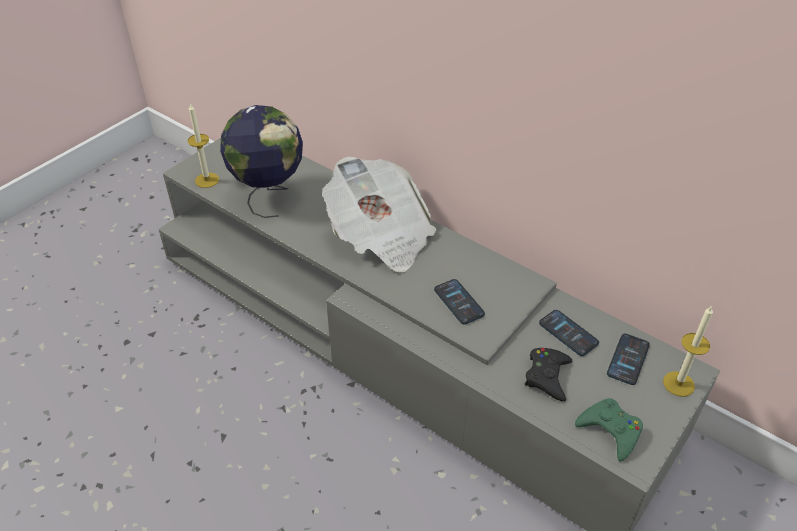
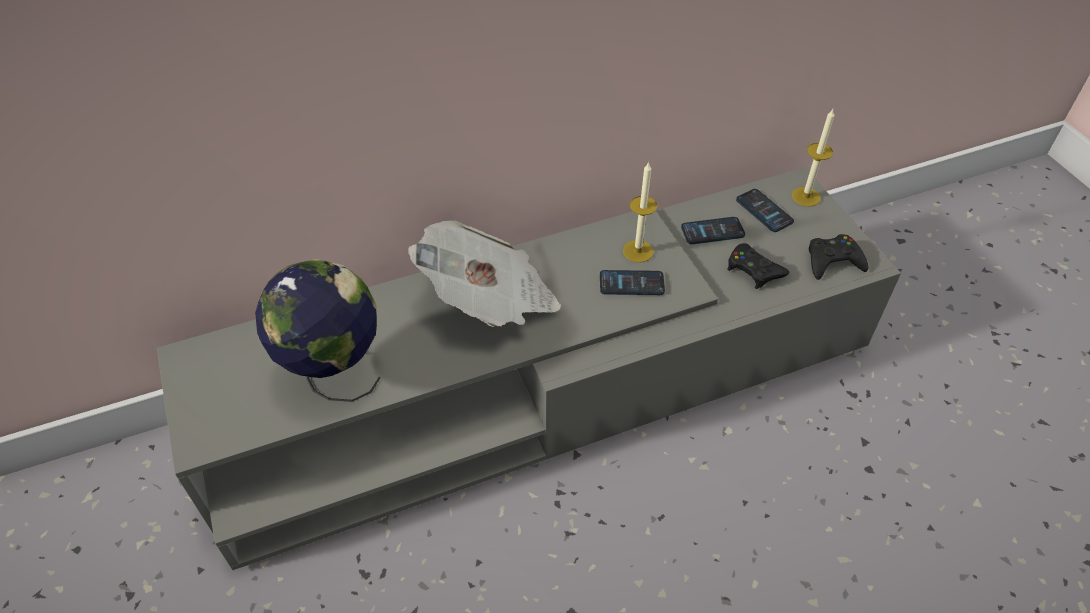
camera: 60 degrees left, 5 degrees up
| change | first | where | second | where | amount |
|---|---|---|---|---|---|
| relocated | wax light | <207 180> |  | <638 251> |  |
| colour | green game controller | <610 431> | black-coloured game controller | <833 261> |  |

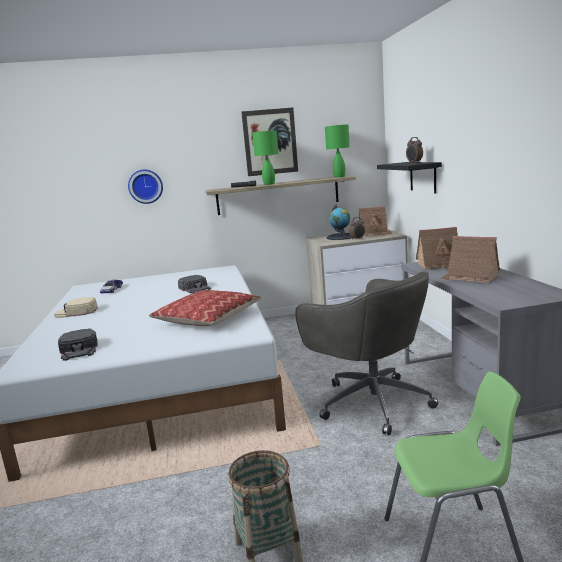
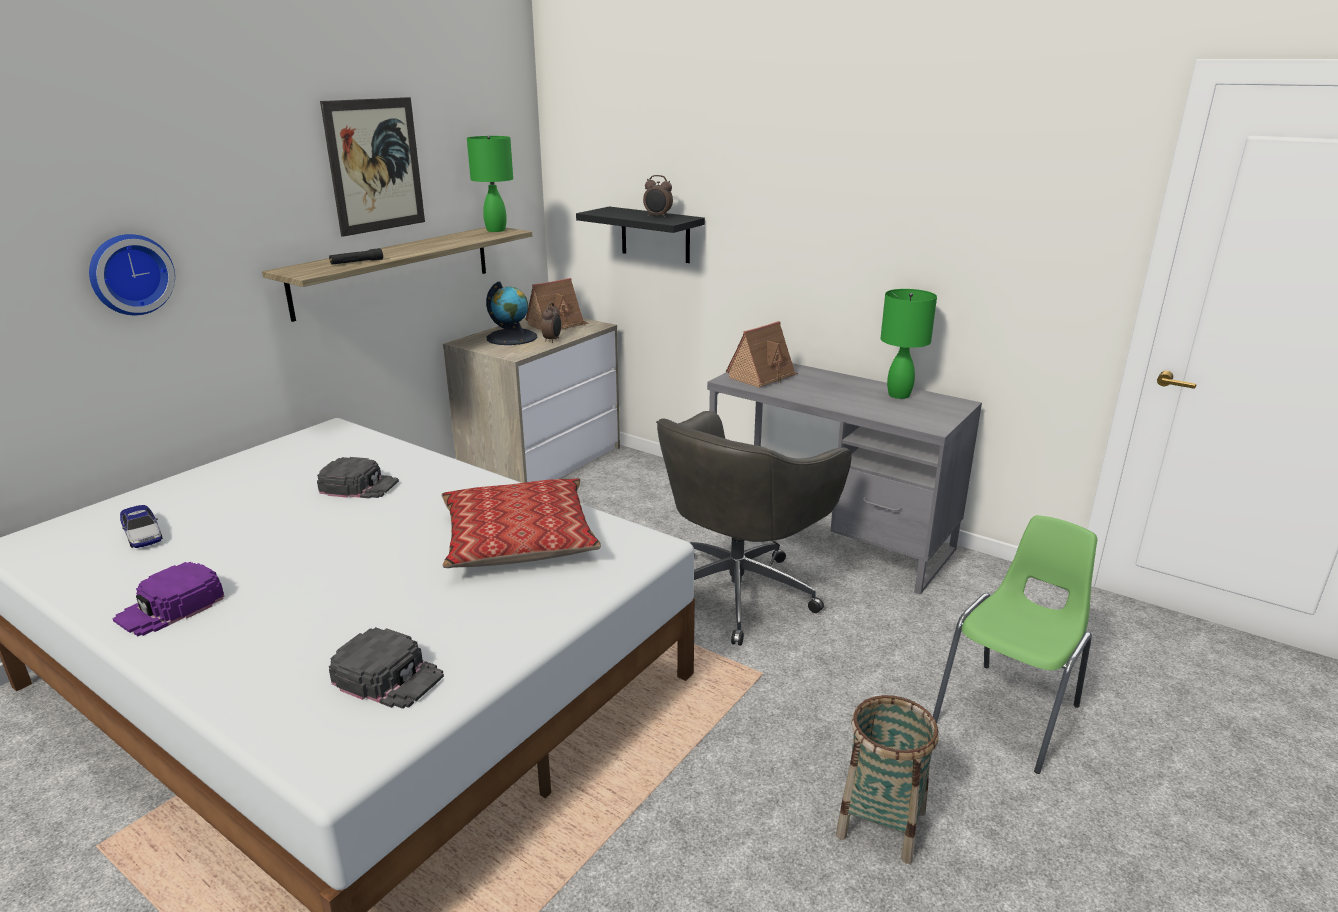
camera: 45 degrees left, 10 degrees up
| change | first | where | second | where | amount |
|---|---|---|---|---|---|
| colour | sand-coloured baseball cap | <76 312> | purple baseball cap | <171 607> |  |
| relocated | green tabletop lamp | <269 184> |  | <899 395> |  |
| spun | gray desk chair | <371 401> |  | <739 591> | 120 degrees clockwise |
| missing | toy house | <470 277> |  |  |  |

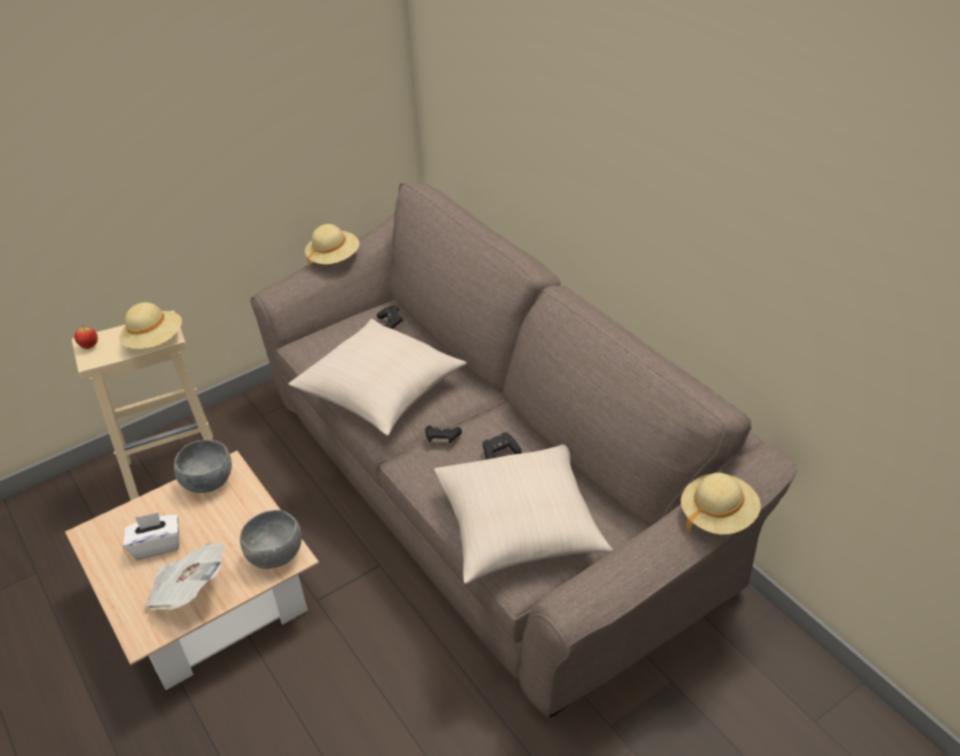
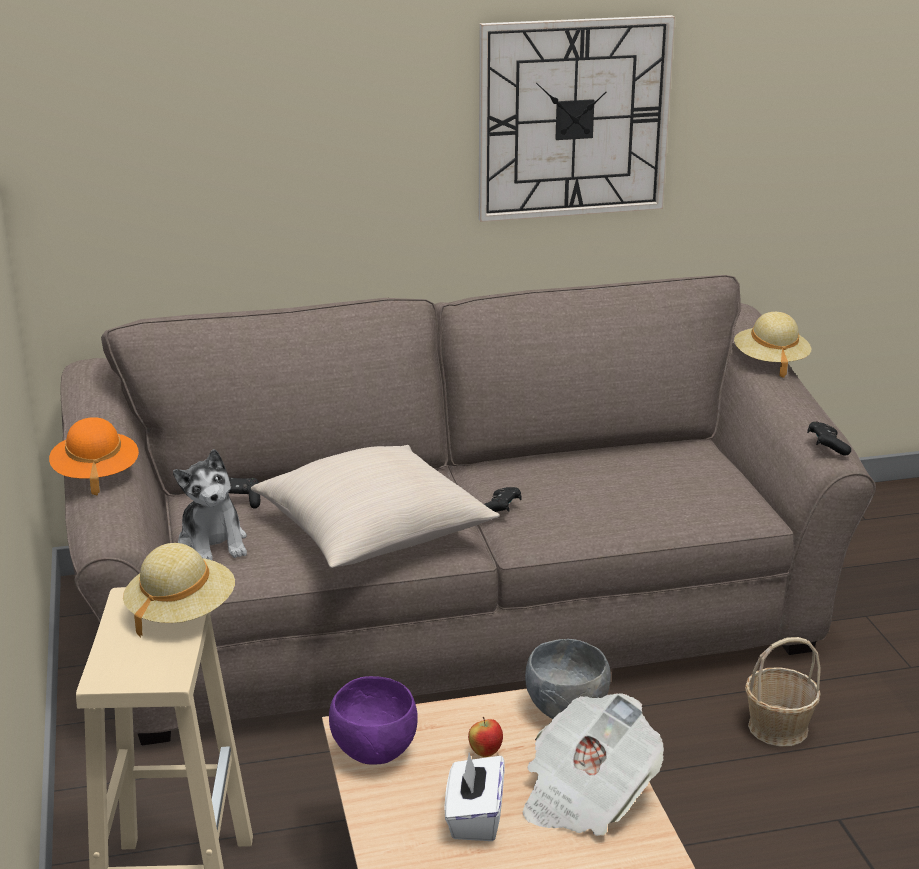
camera: 70 degrees left, 15 degrees down
| change | first | where | second | where | amount |
|---|---|---|---|---|---|
| relocated | whole apple | <89 346> |  | <485 752> |  |
| colour | gray serving bowl | <208 483> | purple serving bowl | <373 752> |  |
| colour | sand-coloured hat | <334 258> | orangey hat | <96 475> |  |
| missing | sand-coloured pillow | <520 526> |  |  |  |
| relocated | black-coloured game controller | <500 453> |  | <827 447> |  |
| appeared |  |  | soft toy | <213 543> |  |
| appeared |  |  | wall clock | <573 118> |  |
| appeared |  |  | storage basket | <777 727> |  |

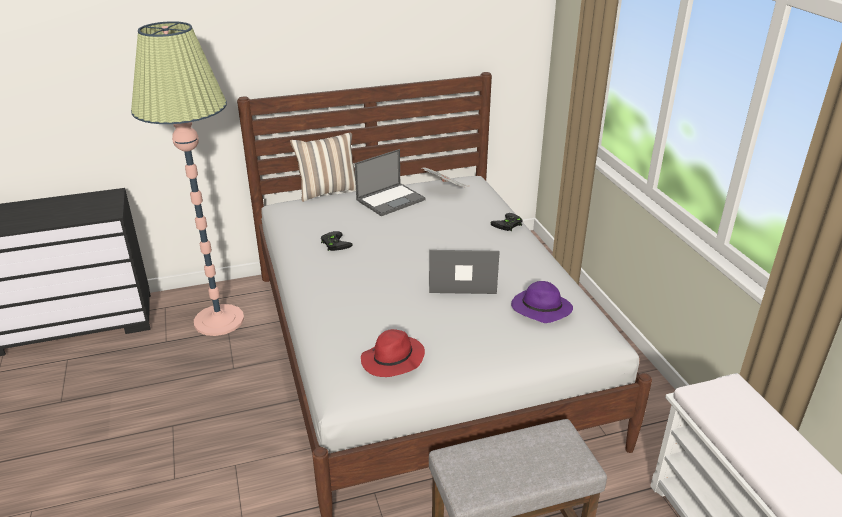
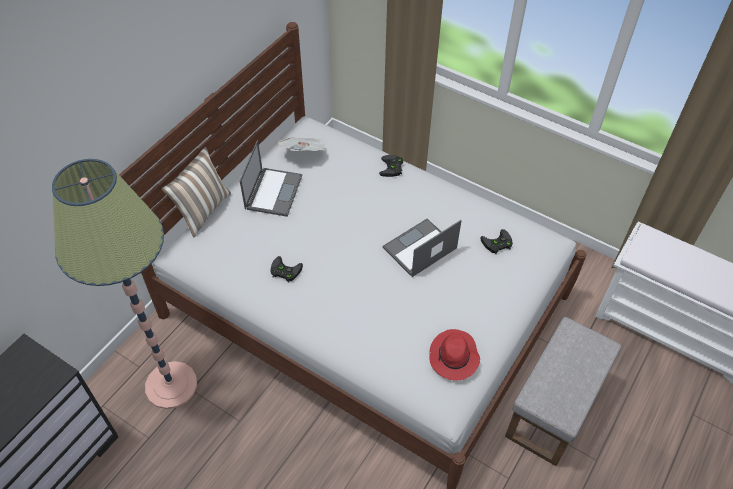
camera: 40 degrees left, 20 degrees up
| change | first | where | second | where | amount |
|---|---|---|---|---|---|
| exchanged | purple hat | <540 309> | black-coloured game controller | <496 244> |  |

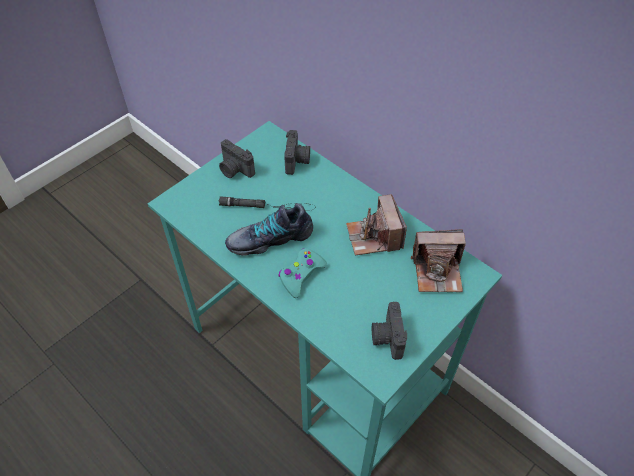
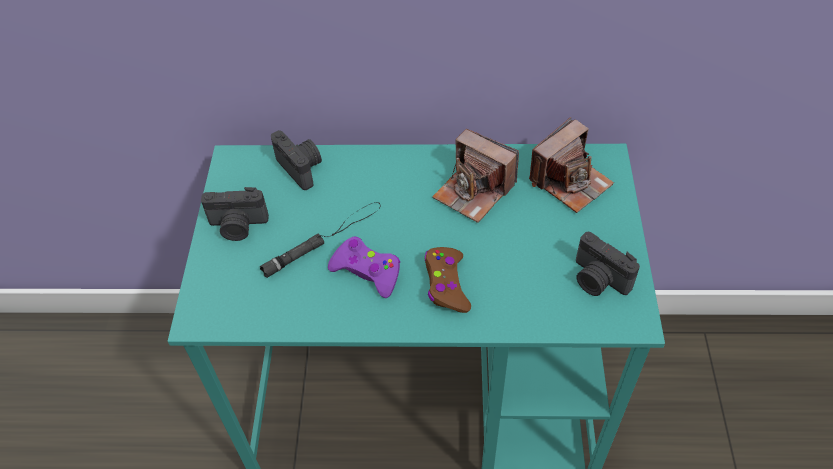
camera: 40 degrees left, 0 degrees up
| change | first | where | second | where | amount |
|---|---|---|---|---|---|
| exchanged | shoe | <269 238> | purple game controller | <367 271> |  |
| colour | blue-green game controller | <301 275> | brown game controller | <446 284> |  |

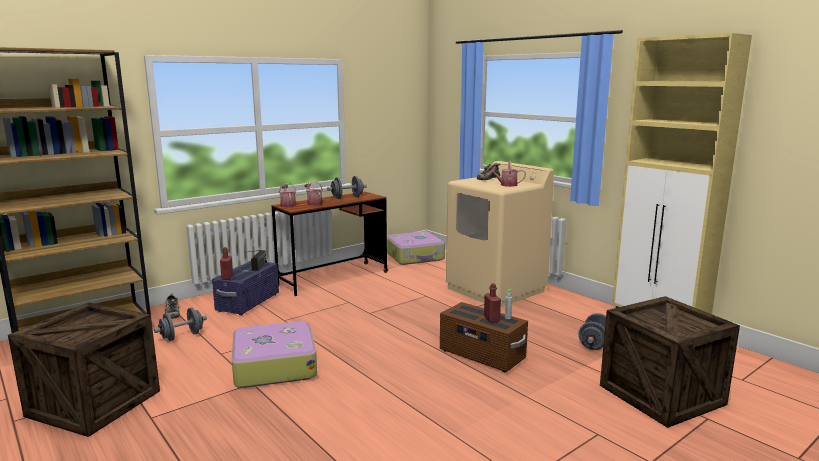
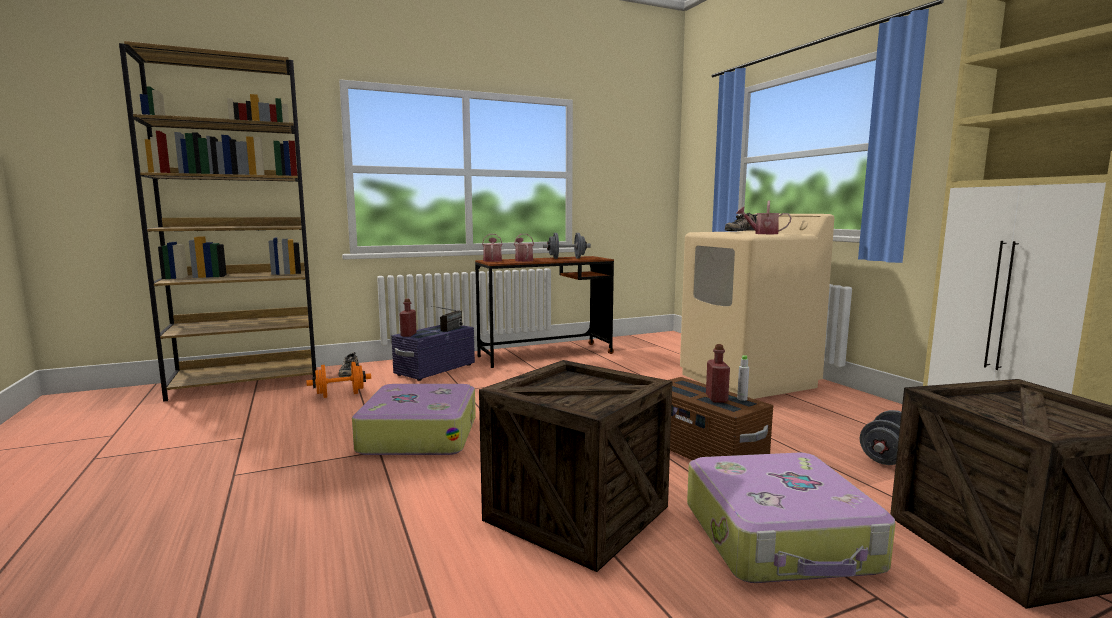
camera: 15 degrees right, 5 degrees down
| change | first | where | second | where | amount |
|---|---|---|---|---|---|
| relocated | crate | <94 403> |  | <577 513> |  |
| colour | gray hand weight | <182 336> | orangey hand weight | <340 395> |  |
| relocated | piece of luggage | <415 256> |  | <780 538> |  |

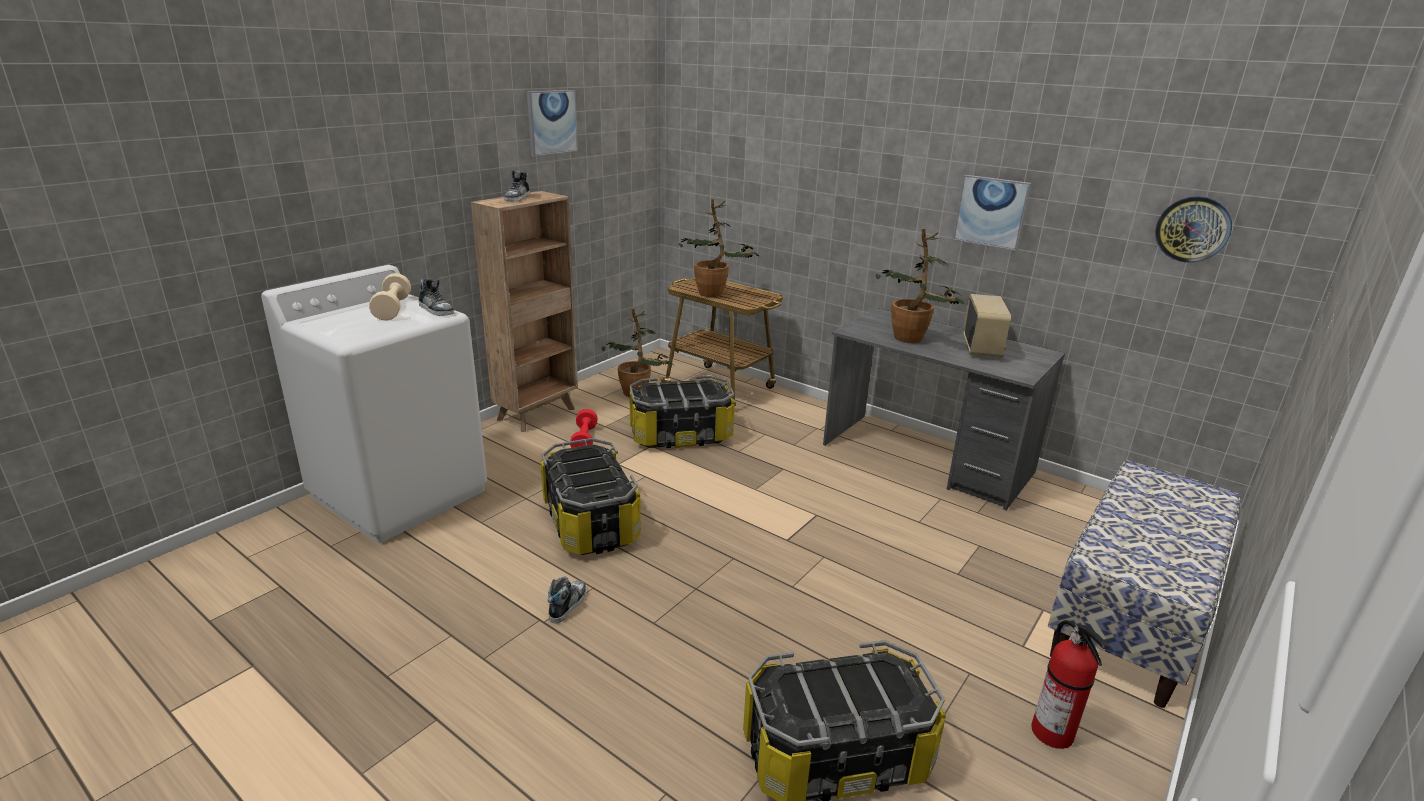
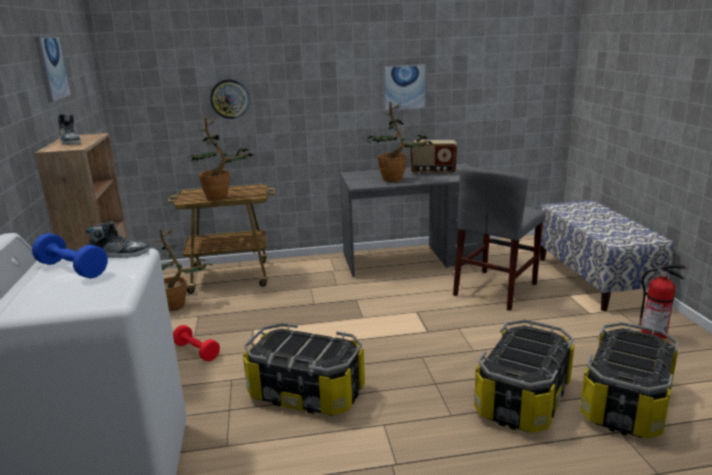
camera: 45 degrees left, 5 degrees down
| change | first | where | second | where | amount |
|---|---|---|---|---|---|
| colour | sand-coloured hand weight | <392 309> | blue-coloured hand weight | <72 269> |  |
| missing | shoe | <567 604> |  |  |  |
| relocated | storage bin | <680 435> |  | <522 399> |  |
| spun | radio receiver | <982 348> |  | <433 172> | 135 degrees clockwise |
| relocated | wall clock | <1193 229> |  | <230 99> |  |
| appeared |  |  | gray plain chair | <495 289> |  |

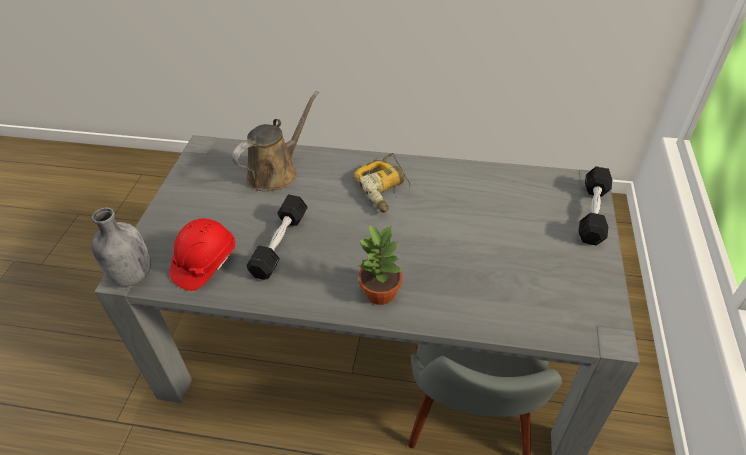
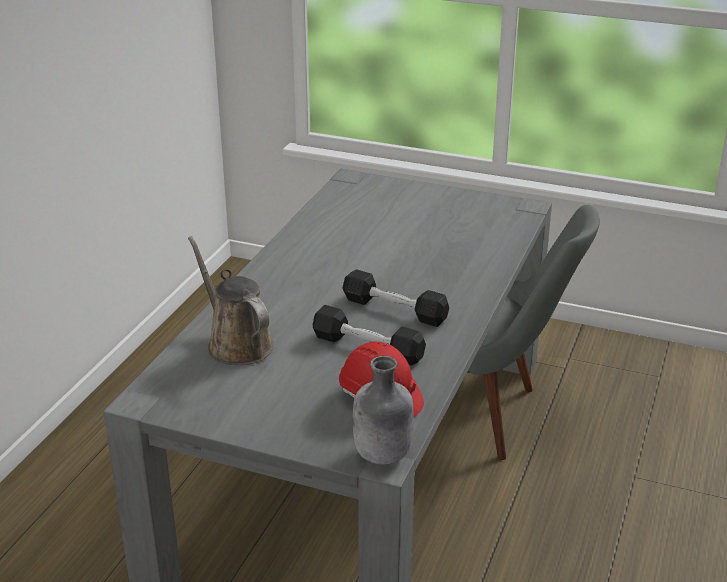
camera: 80 degrees left, 15 degrees down
| change | first | where | second | where | amount |
|---|---|---|---|---|---|
| missing | power drill | <386 189> |  |  |  |
| missing | houseplant | <381 292> |  |  |  |
| relocated | black-coloured hand weight | <593 213> |  | <395 309> |  |

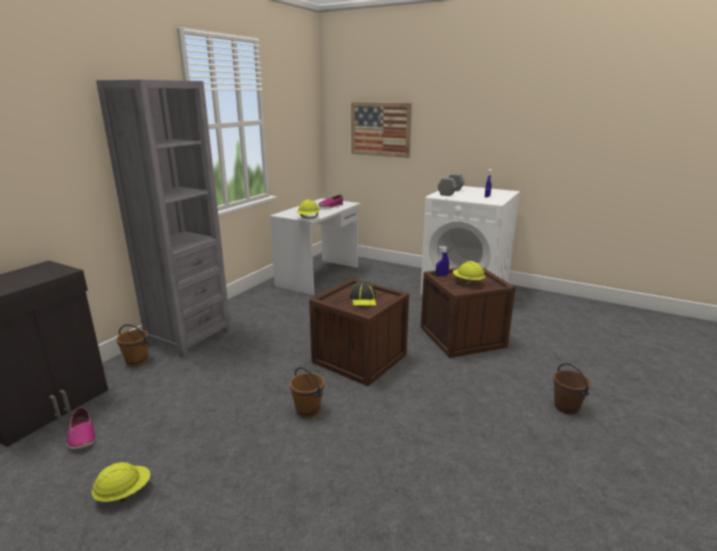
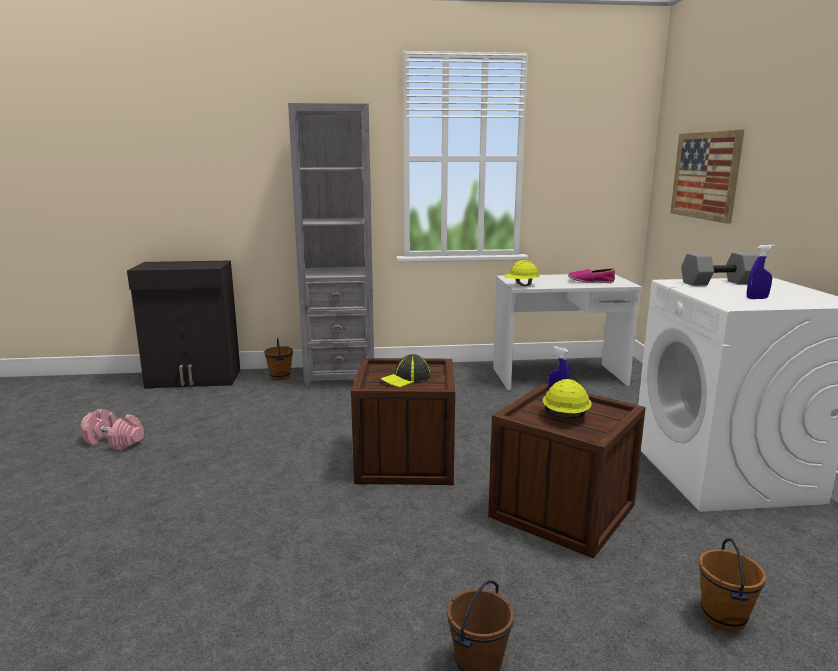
camera: 55 degrees right, 5 degrees down
| change | first | where | second | where | amount |
|---|---|---|---|---|---|
| missing | shoe | <82 435> |  |  |  |
| exchanged | yellow hard hat | <124 493> | pink-coloured hand weight | <114 441> |  |
| relocated | brown bucket | <308 410> |  | <724 617> |  |

